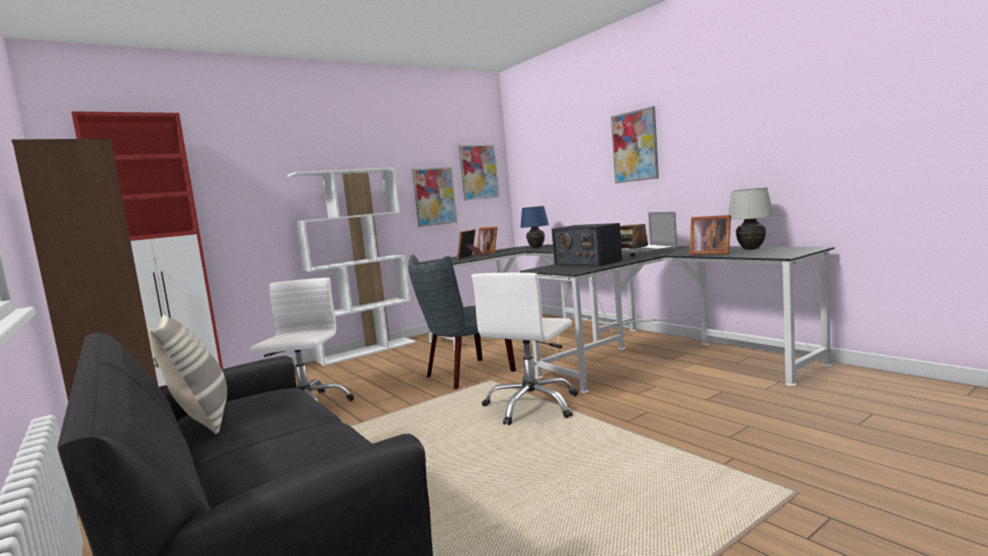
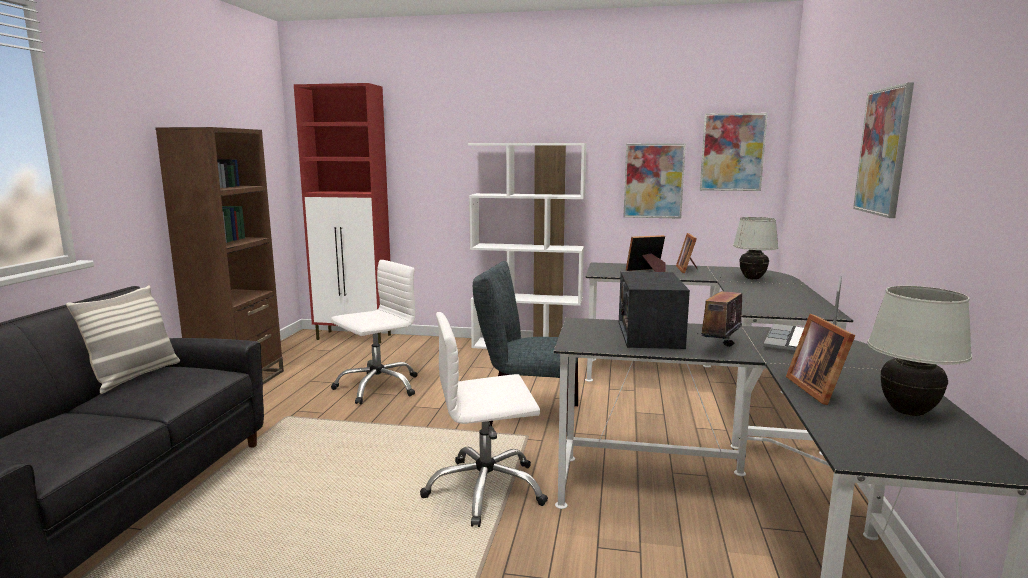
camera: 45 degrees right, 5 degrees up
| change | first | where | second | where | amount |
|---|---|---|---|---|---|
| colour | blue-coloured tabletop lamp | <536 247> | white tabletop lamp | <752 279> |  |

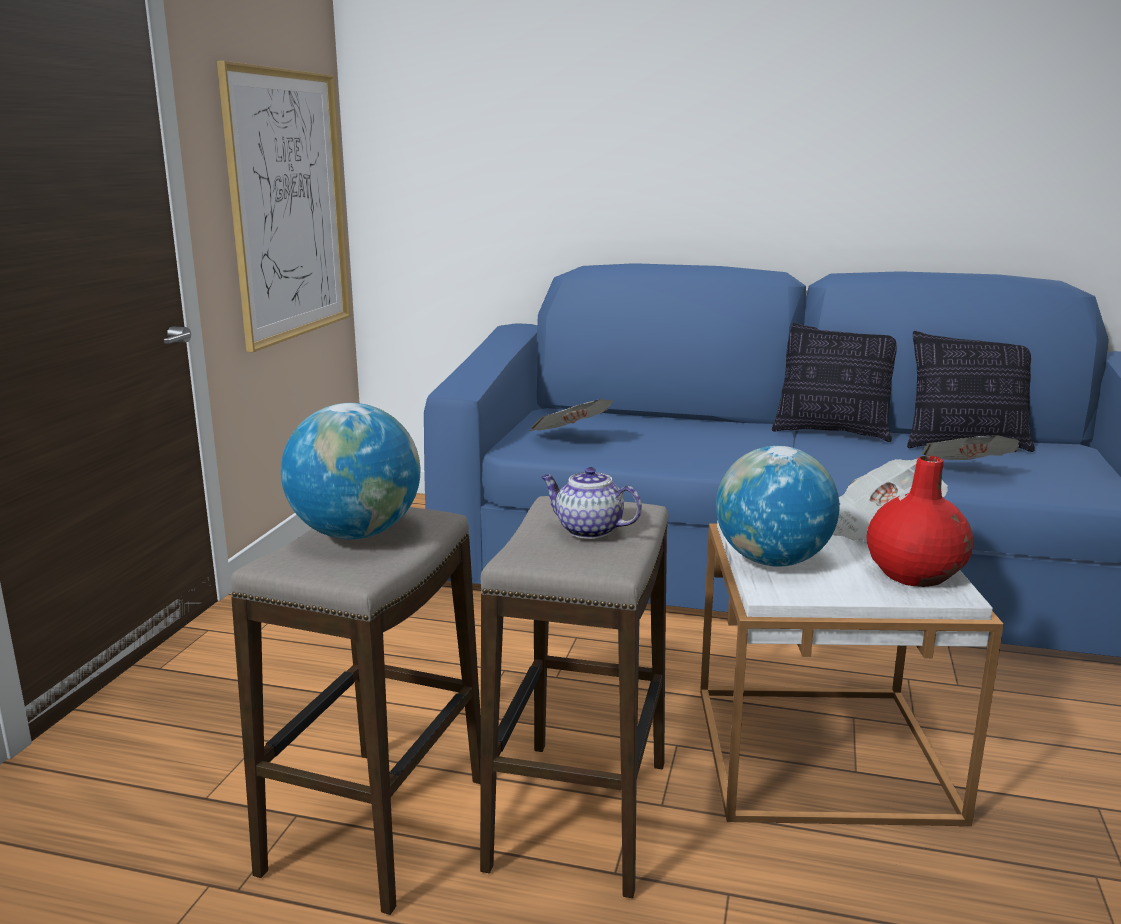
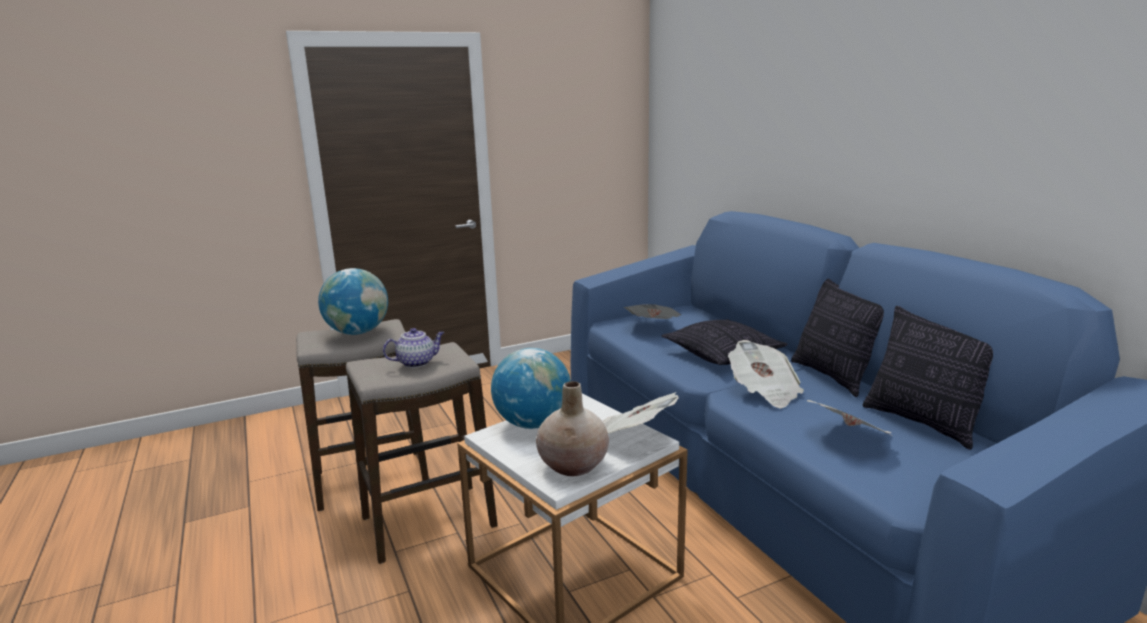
camera: 50 degrees right, 0 degrees up
| change | first | where | second | where | amount |
|---|---|---|---|---|---|
| missing | picture | <289 206> |  |  |  |
| spun | pot for tea | <587 530> |  | <417 362> | 75 degrees clockwise |
| colour | reddish flower vase | <915 574> | sand-coloured flower vase | <573 465> |  |
| appeared |  |  | pillow | <723 355> |  |
| appeared |  |  | newspaper | <764 392> |  |

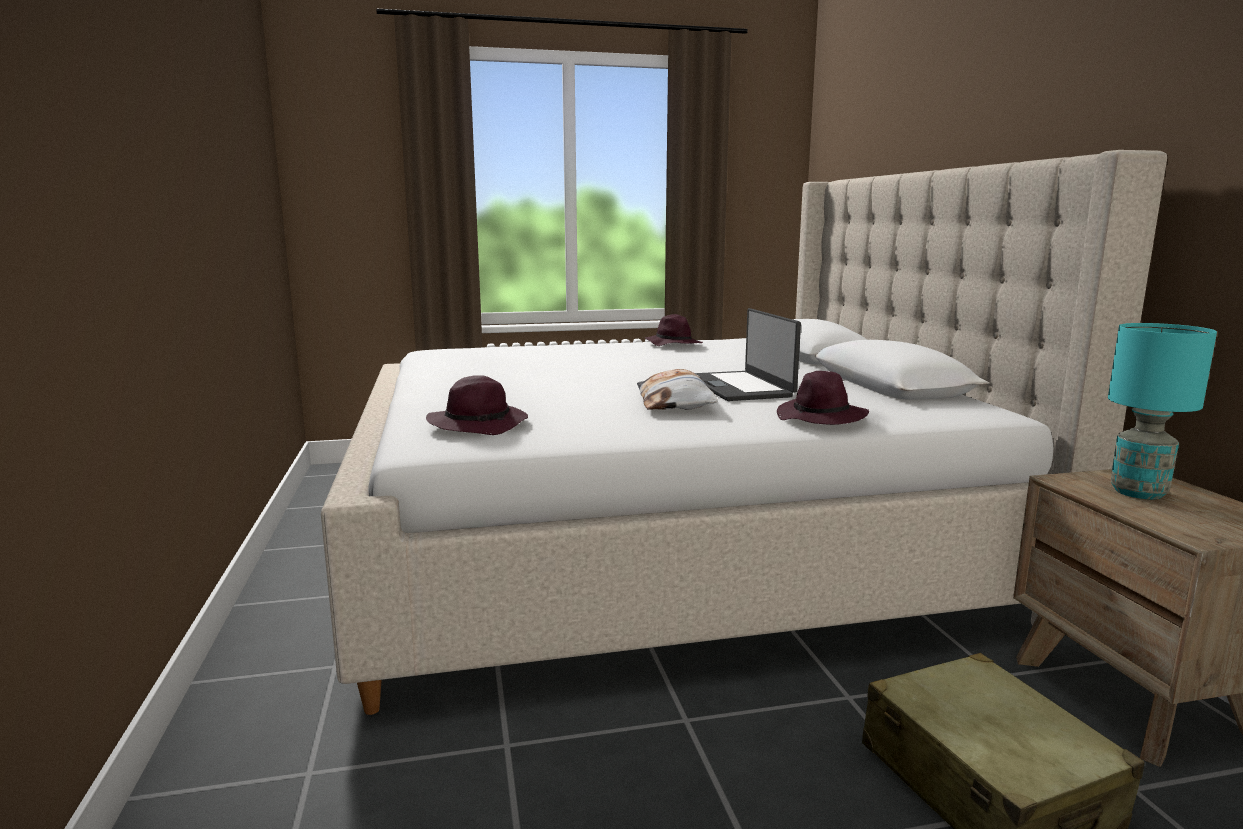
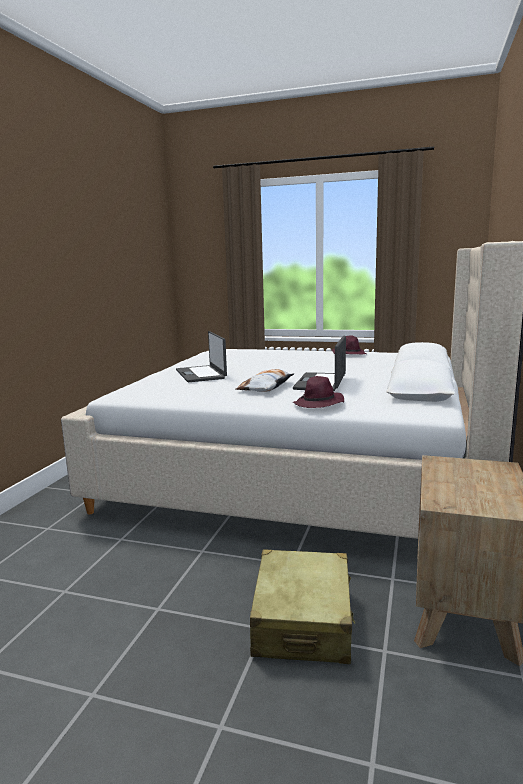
camera: 30 degrees right, 0 degrees up
| change | first | where | second | where | amount |
|---|---|---|---|---|---|
| missing | purple hat | <479 424> |  |  |  |
| missing | blue-green tabletop lamp | <1139 493> |  |  |  |
| appeared |  |  | laptop | <201 374> |  |

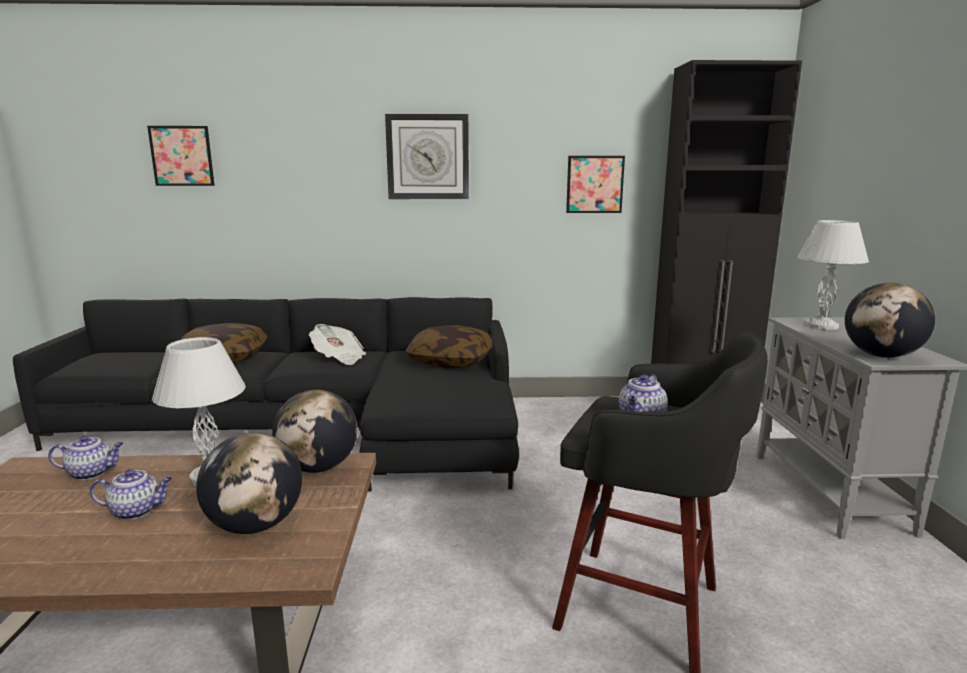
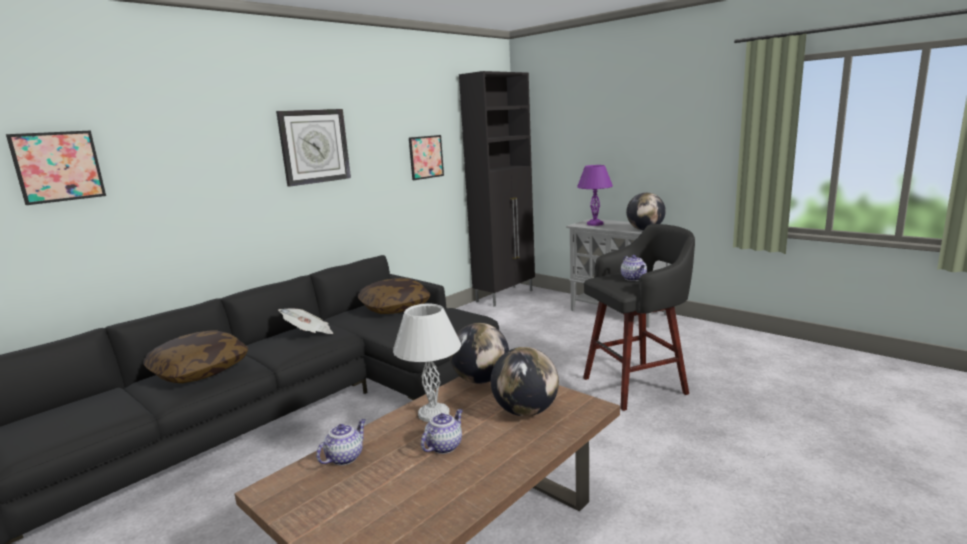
camera: 45 degrees left, 0 degrees up
| change | first | where | second | where | amount |
|---|---|---|---|---|---|
| colour | white tabletop lamp | <821 325> | purple tabletop lamp | <594 224> |  |

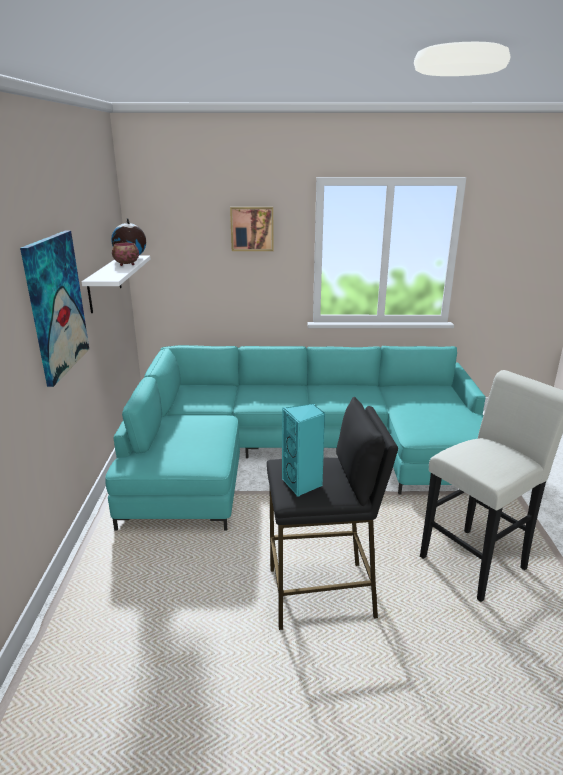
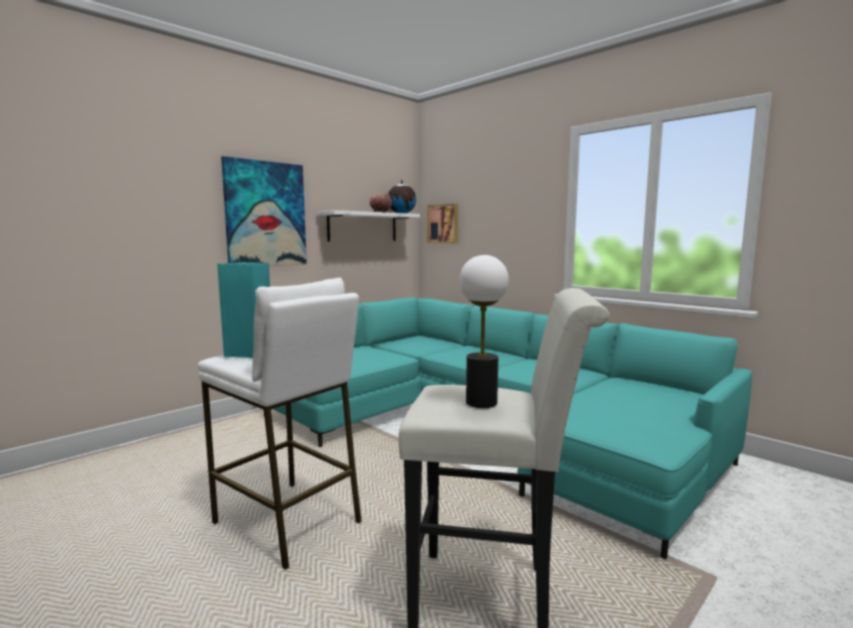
camera: 45 degrees right, 15 degrees down
| change | first | where | second | where | amount |
|---|---|---|---|---|---|
| relocated | picture | <252 228> |  | <443 224> |  |
| colour | black-coloured sitting stool | <322 594> | white sitting stool | <288 523> |  |
| appeared |  |  | tabletop lamp | <481 402> |  |

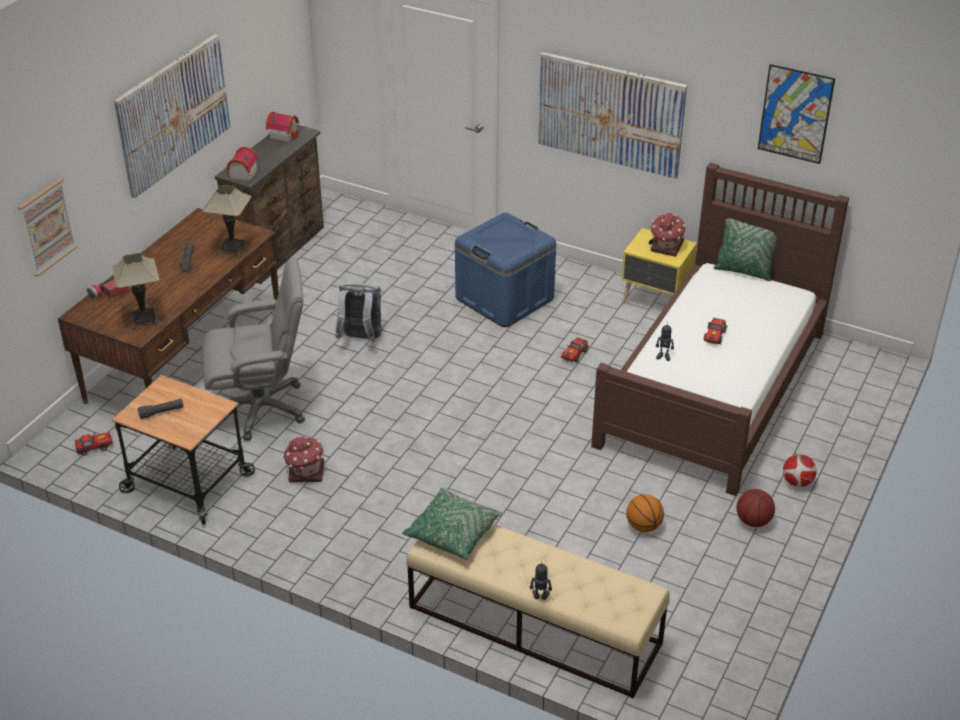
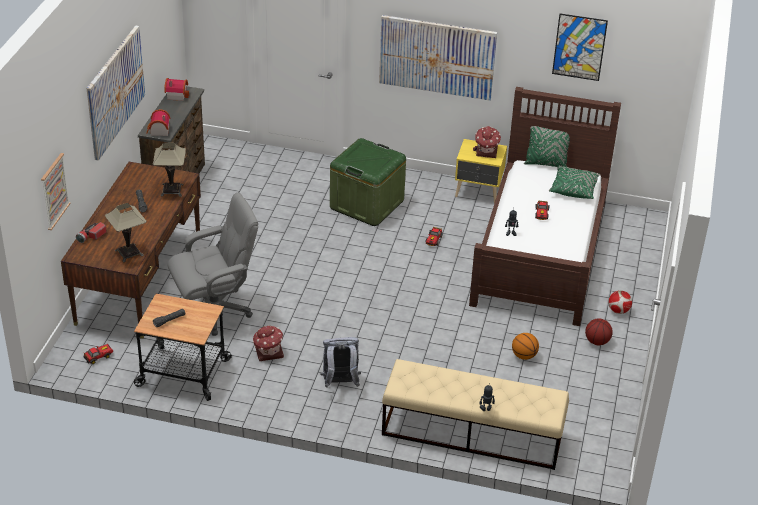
camera: 15 degrees left, 0 degrees up
| change | first | where | second | where | amount |
|---|---|---|---|---|---|
| relocated | gray backpack | <361 339> |  | <340 383> |  |
| relocated | green pillow | <453 532> |  | <573 189> |  |
| colour | blue-coloured storage bin | <504 298> | green storage bin | <367 204> |  |

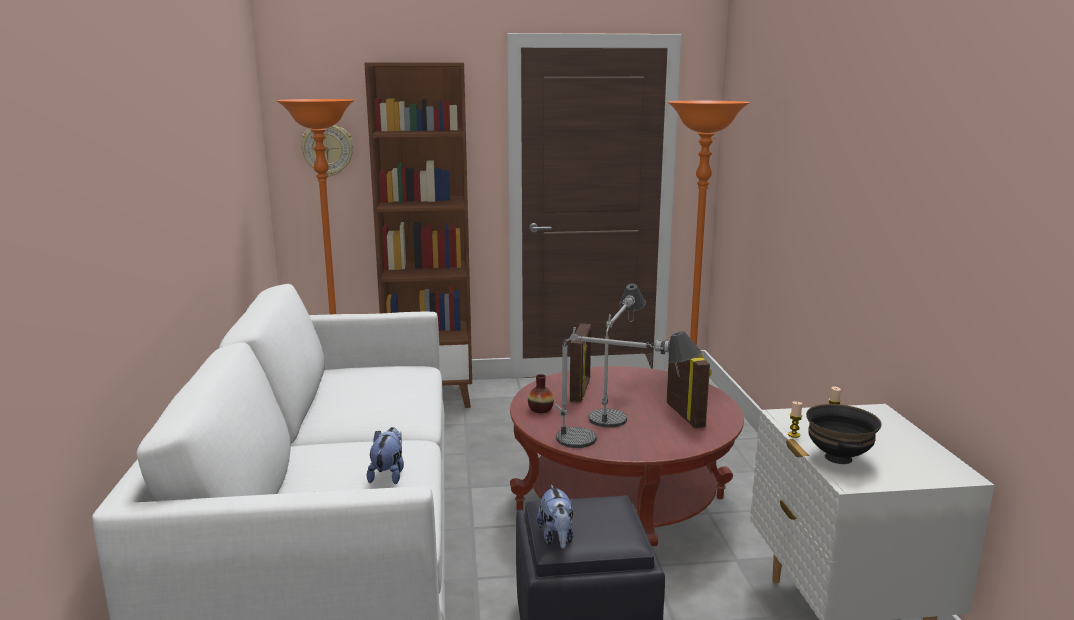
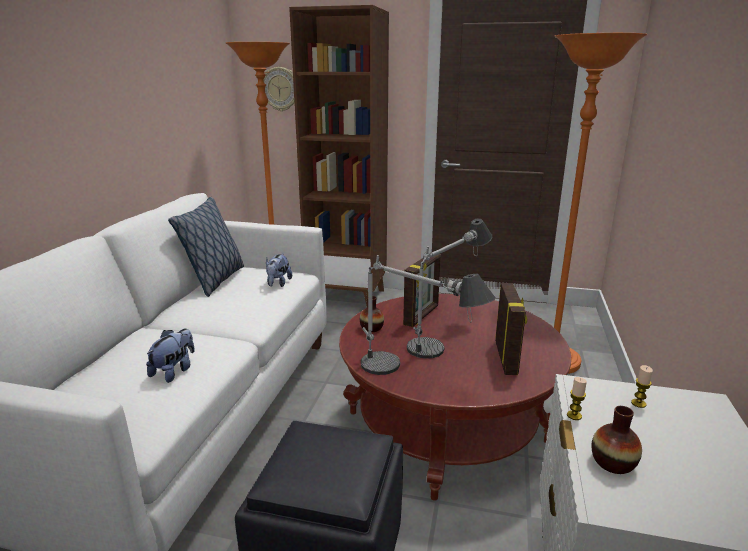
camera: 20 degrees right, 5 degrees up
| change | first | where | second | where | amount |
|---|---|---|---|---|---|
| relocated | soft toy | <557 537> |  | <278 284> |  |
| exchanged | black-coloured serving bowl | <839 458> | flower vase | <613 463> |  |
| appeared |  |  | pillow | <215 281> |  |

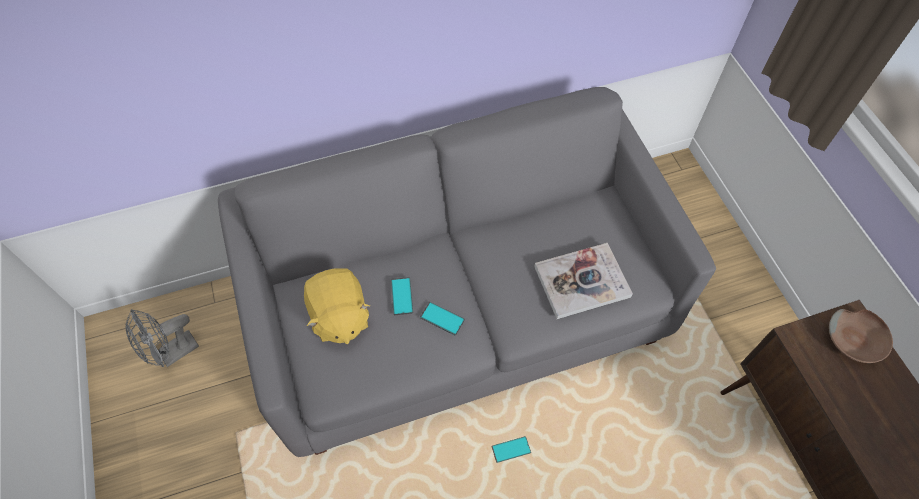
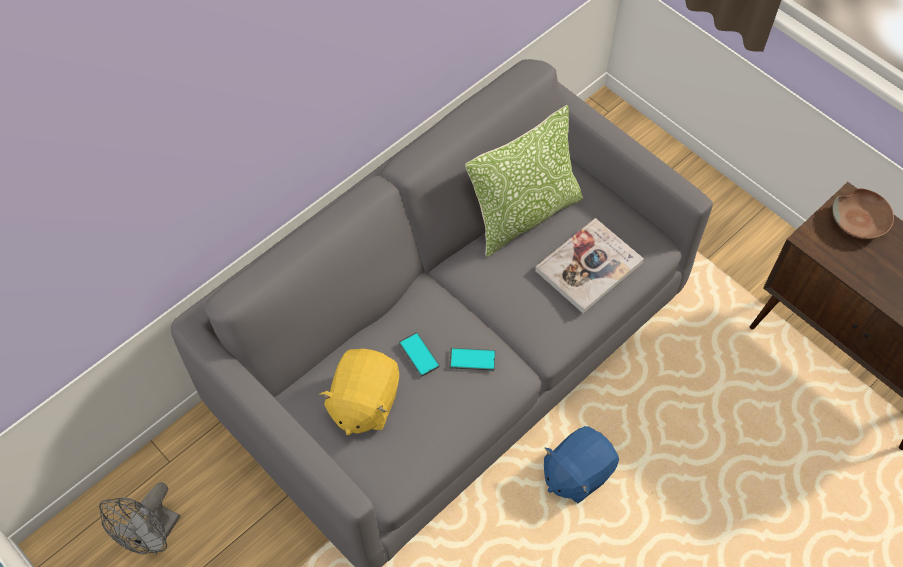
camera: 25 degrees left, 0 degrees up
| change | first | where | second | where | amount |
|---|---|---|---|---|---|
| spun | yellow soft toy | <339 317> |  | <363 402> | 60 degrees clockwise |
| exchanged | telephone | <511 450> | blue-coloured soft toy | <576 473> |  |
| appeared |  |  | pillow | <524 215> |  |

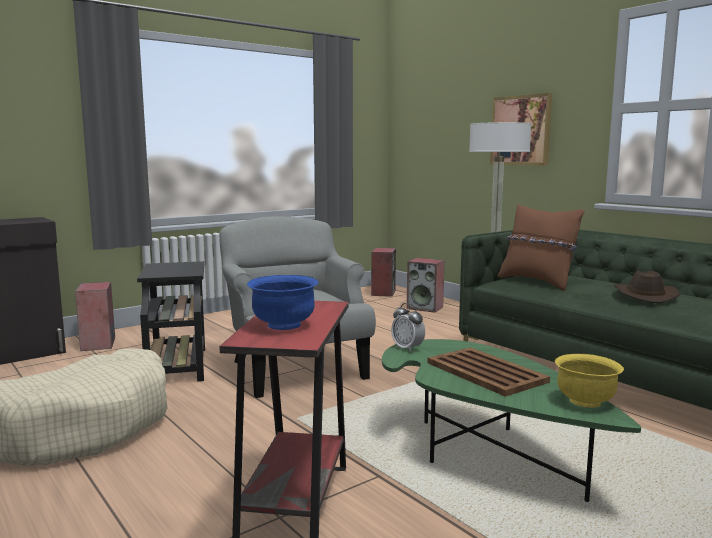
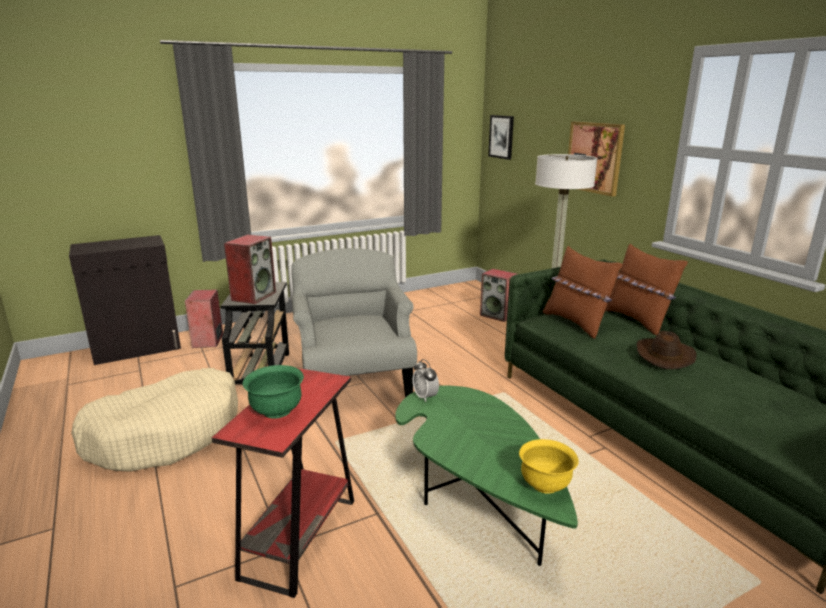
camera: 10 degrees right, 10 degrees up
| change | first | where | second | where | amount |
|---|---|---|---|---|---|
| colour | blue-coloured serving bowl | <283 325> | green serving bowl | <276 411> |  |
| relocated | speaker | <383 293> |  | <253 296> |  |
| missing | brown carrying tray | <486 372> |  |  |  |
| appeared |  |  | picture | <501 137> |  |
| appeared |  |  | brown pillow | <637 320> |  |

